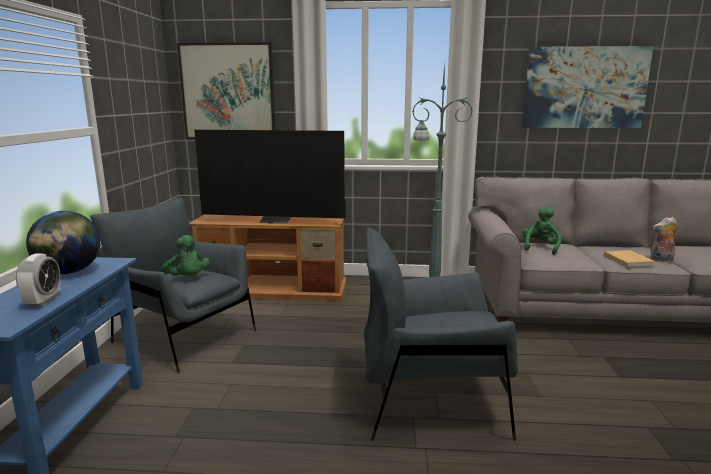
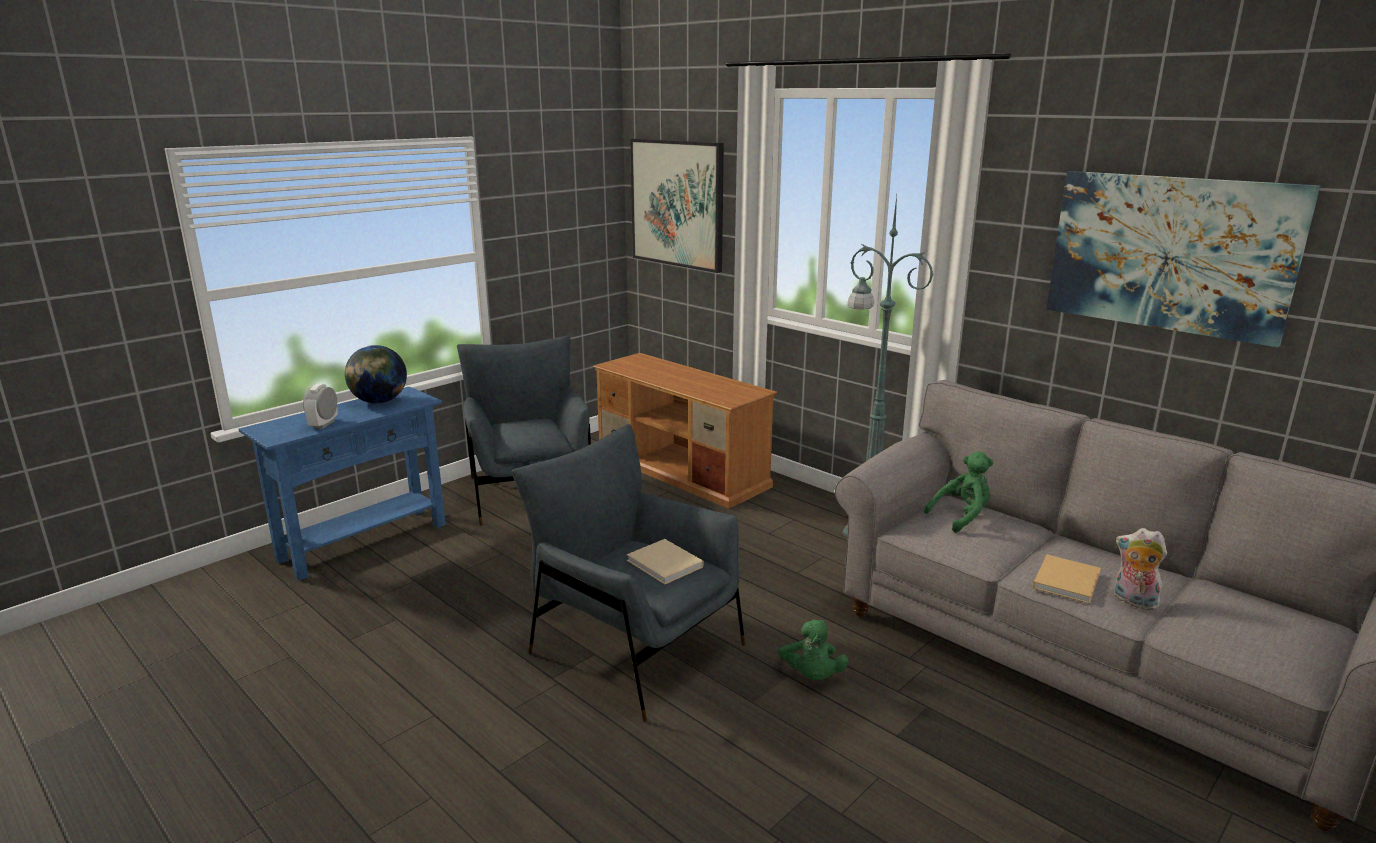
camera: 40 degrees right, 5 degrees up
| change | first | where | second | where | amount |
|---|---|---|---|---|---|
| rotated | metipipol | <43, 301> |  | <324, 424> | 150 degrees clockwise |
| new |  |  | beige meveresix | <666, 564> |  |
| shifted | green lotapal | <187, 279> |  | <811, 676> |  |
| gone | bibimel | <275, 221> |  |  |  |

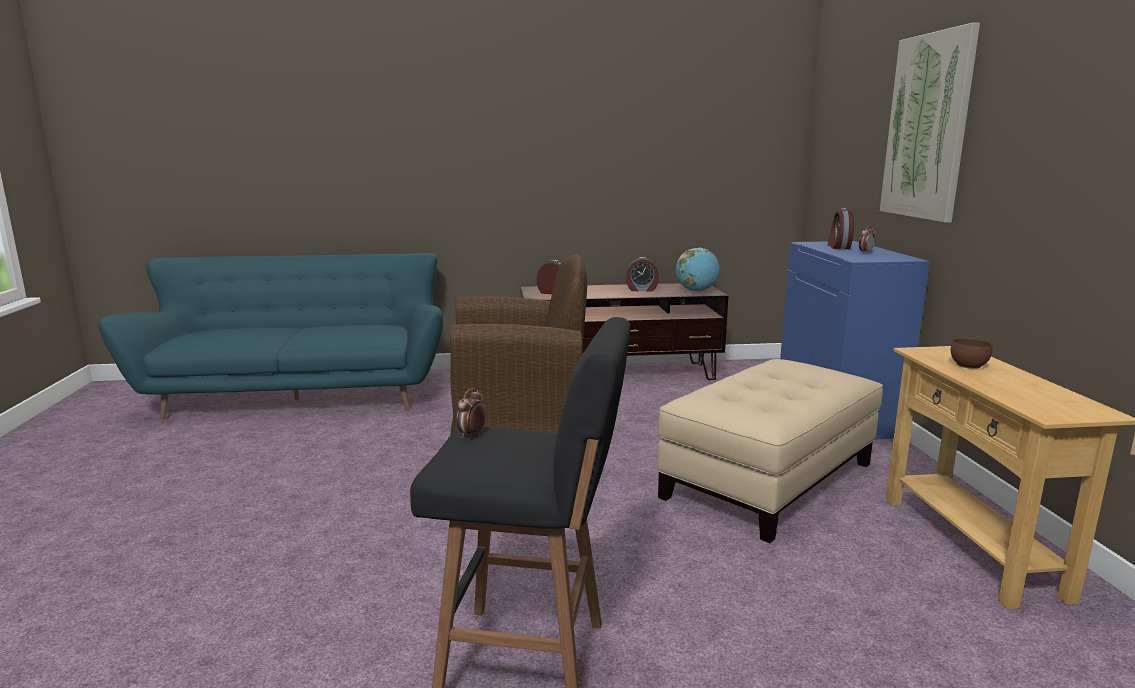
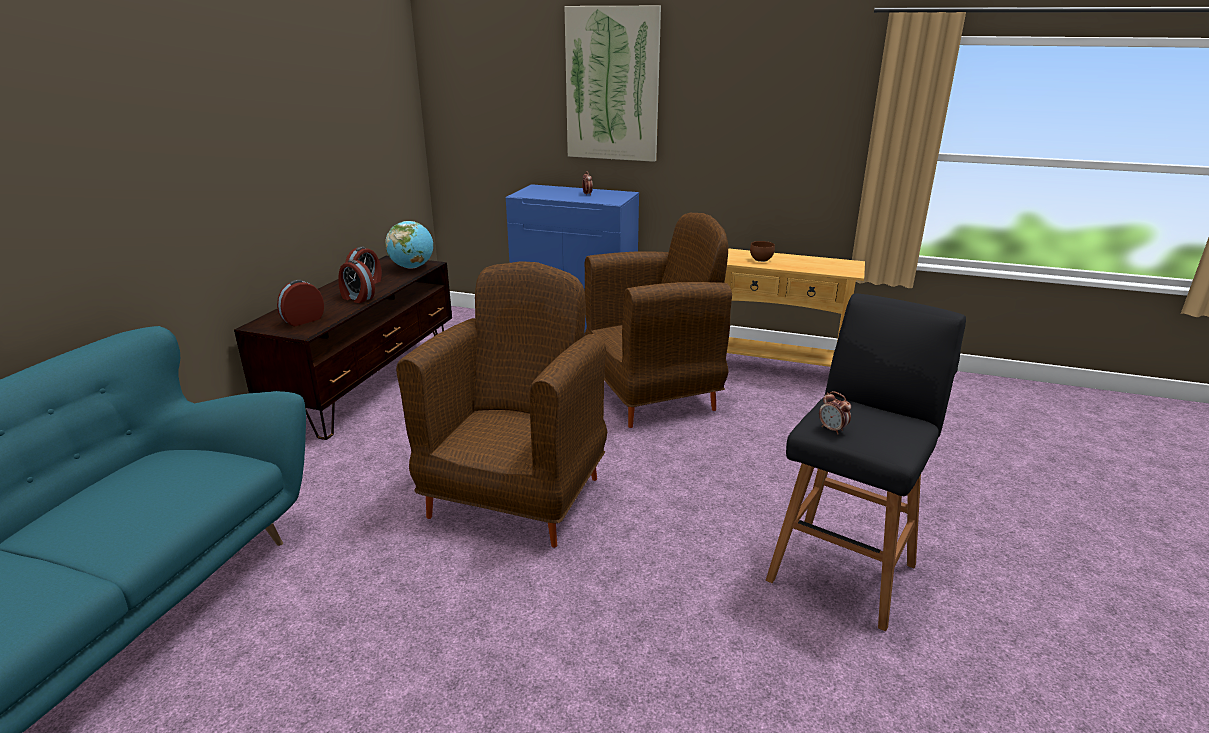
camera: 65 degrees left, 10 degrees up
| change | first | where | second | where | amount |
|---|---|---|---|---|---|
| shifted | metipipol | <838, 247> |  | <357, 298> |  |
| swapped | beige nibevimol | <770, 481> | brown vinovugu | <653, 394> |  |

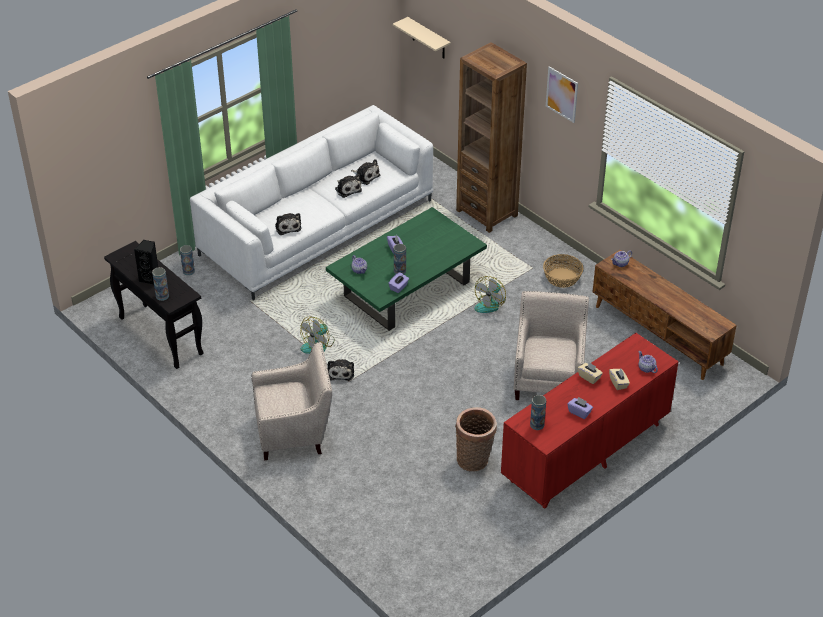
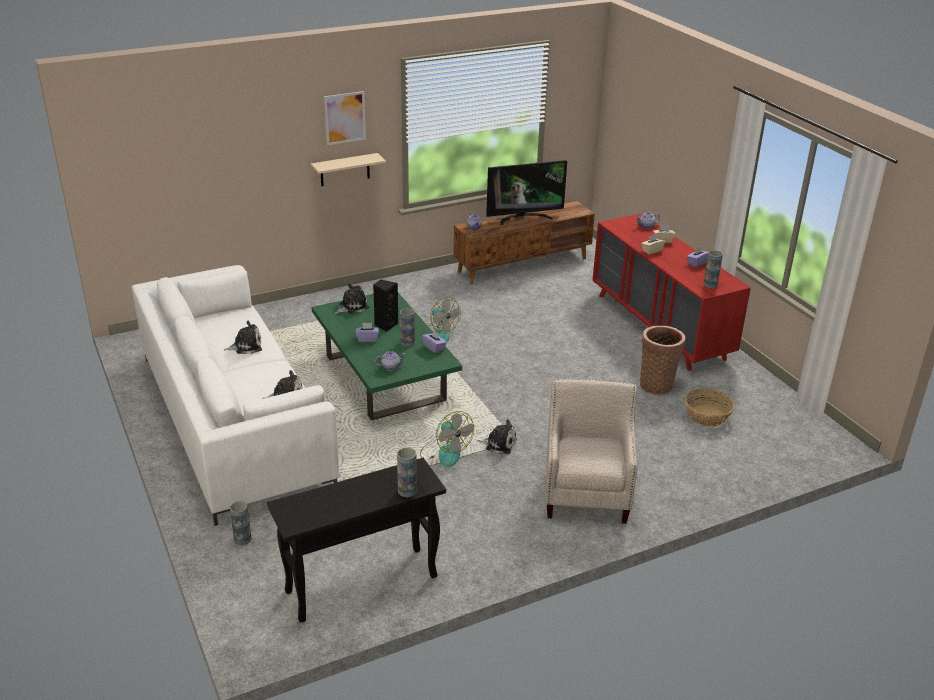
camera: 75 degrees left, 10 degrees down
| change | first | where | second | where | amount |
|---|---|---|---|---|---|
| shifted | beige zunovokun | <428, 39> |  | <345, 170> |  |
| shifted | lotapal | <365, 176> |  | <352, 306> |  |
| shifted | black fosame | <150, 279> |  | <385, 325> |  |
| new |  |  | bibimel | <523, 218> |  |
| shifted | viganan | <562, 278> |  | <707, 416> |  |
| gone | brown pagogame | <487, 213> |  |  |  |
| gone | beige vinovugu | <549, 379> |  |  |  |

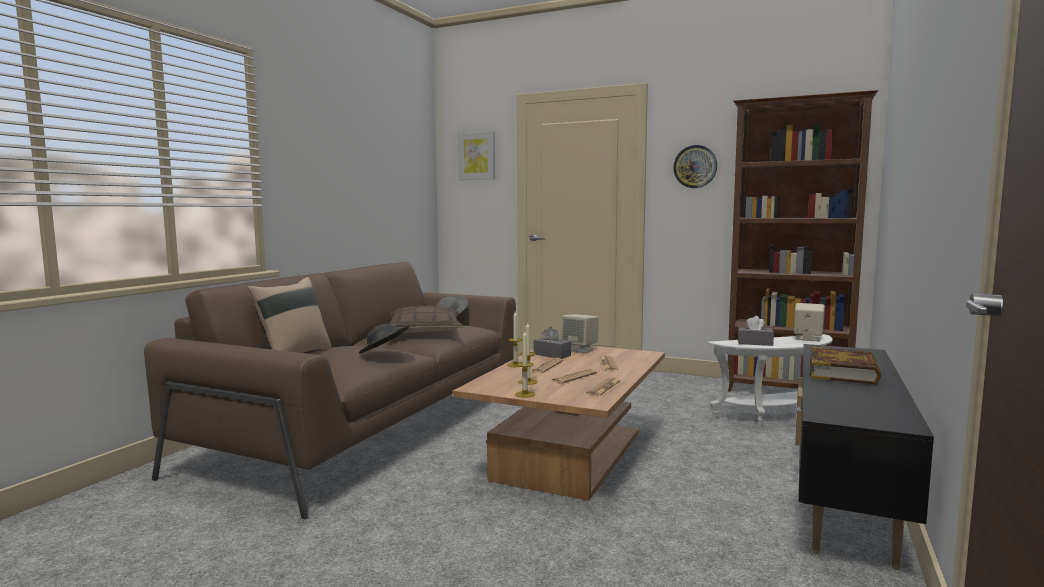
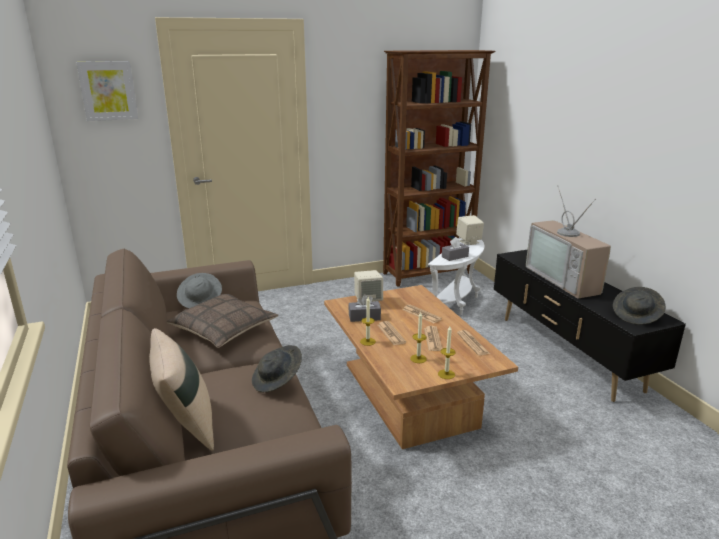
camera: 45 degrees left, 15 degrees up
| change | first | where | second | where | amount |
|---|---|---|---|---|---|
| swapped | meveresix | <843, 372> | bibimel | <566, 279> |  |
| new |  |  | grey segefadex | <637, 316> |  |
| gone | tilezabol | <695, 166> |  |  |  |

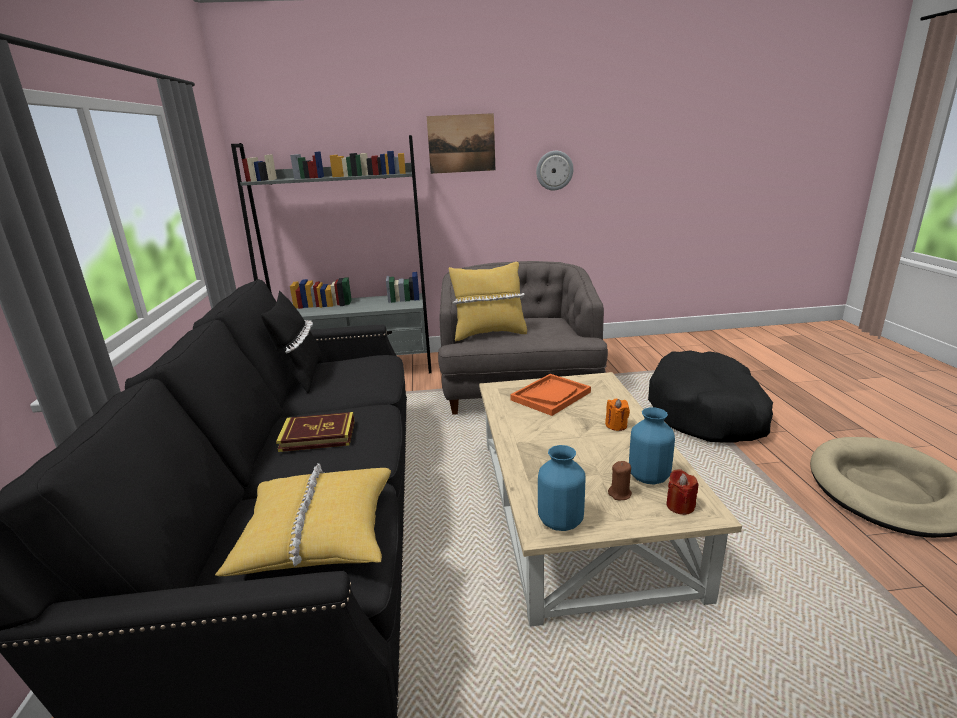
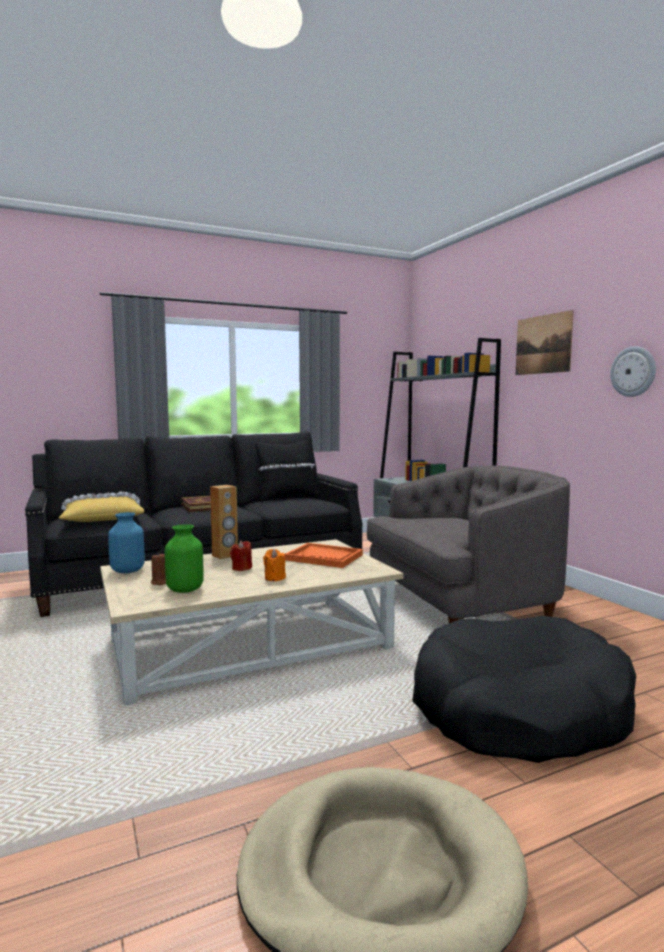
camera: 70 degrees right, 15 degrees down
| change | first | where | second | where | amount |
|---|---|---|---|---|---|
| repainted | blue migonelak | <649, 477> | green migonelak | <184, 589> |  |
| new |  |  | brown fosame | <225, 556> |  |
| shifted | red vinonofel | <680, 506> |  | <241, 568> |  |
| gone | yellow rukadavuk | <489, 334> |  |  |  |

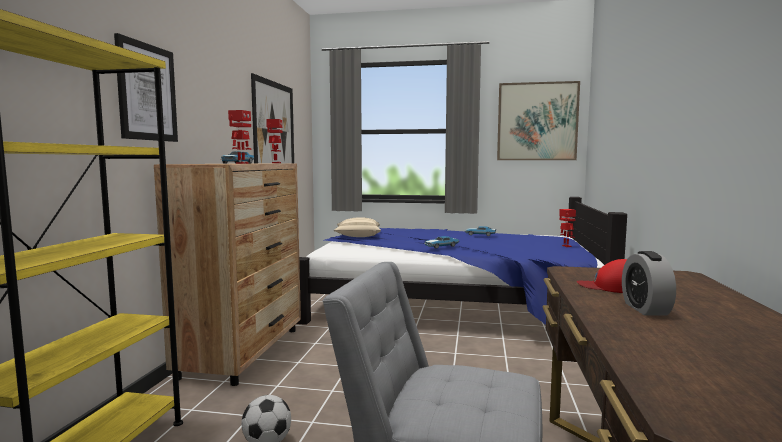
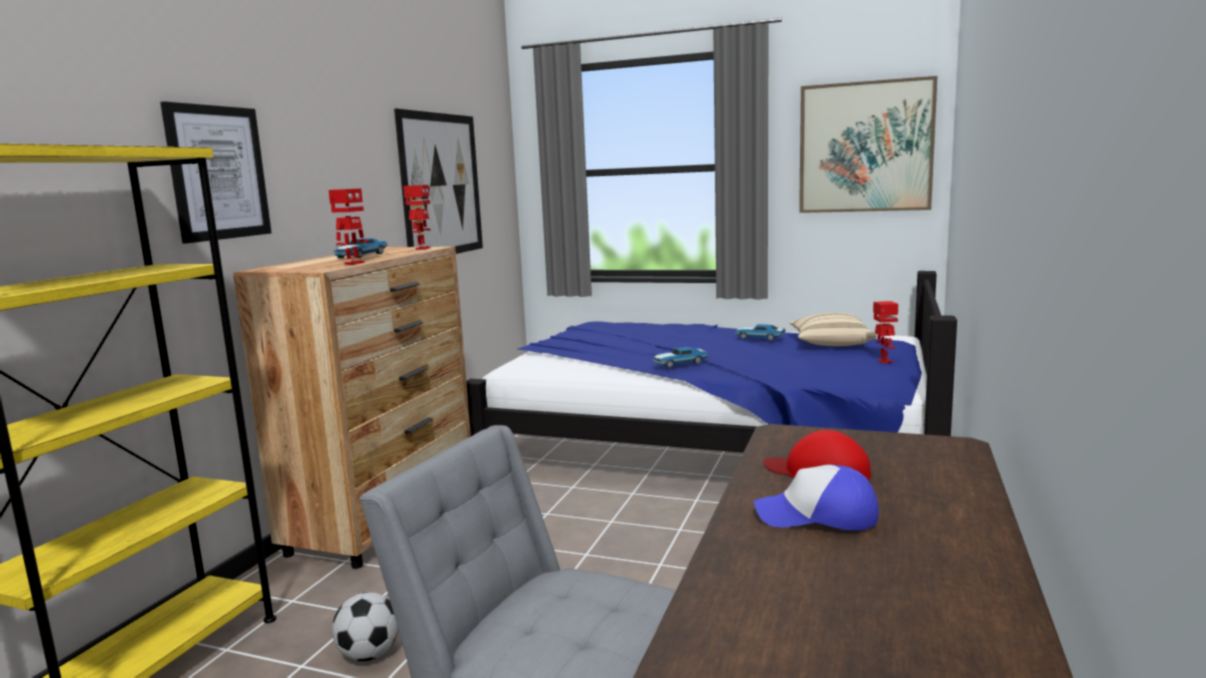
camera: 10 degrees right, 5 degrees up
| change | first | where | second | where | amount |
|---|---|---|---|---|---|
| swapped | metipipol | <645, 309> | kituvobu | <817, 516> |  |
| shifted | beige rukadavuk | <357, 236> |  | <830, 344> |  |

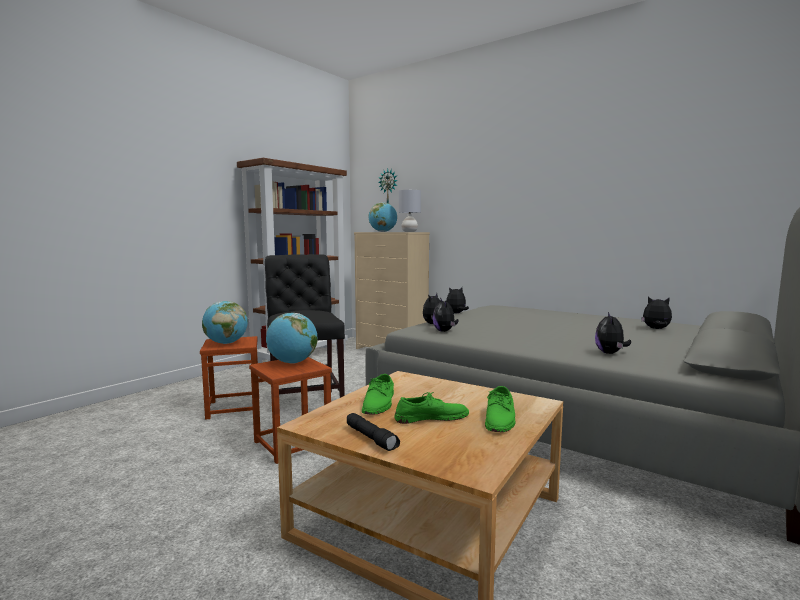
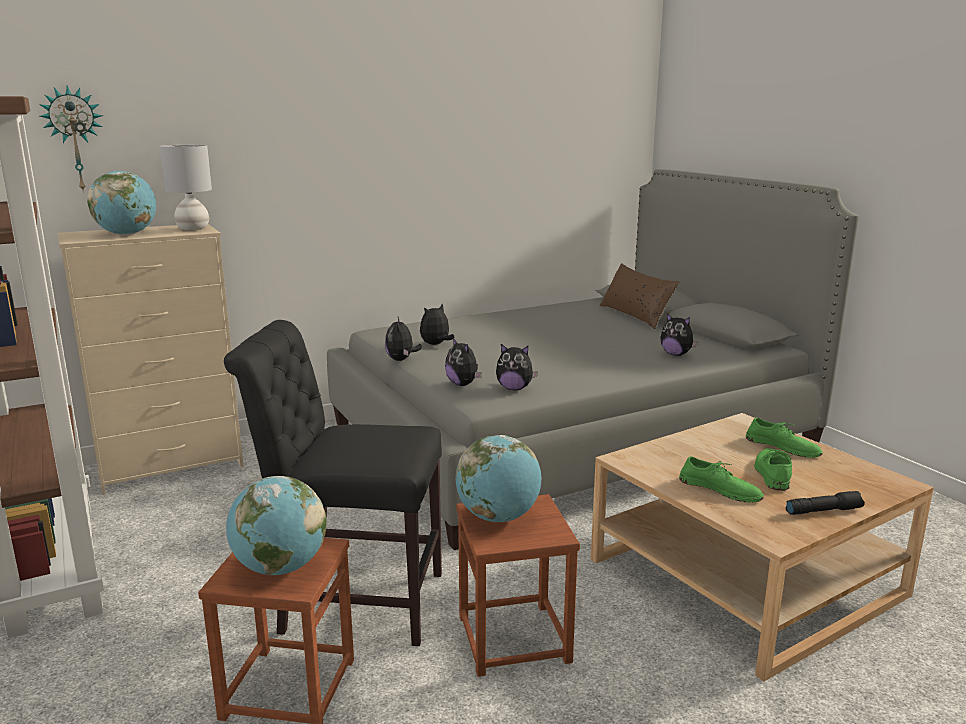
camera: 65 degrees left, 10 degrees up
| change | first | where | second | where | amount |
|---|---|---|---|---|---|
| shifted | lotapal | <656, 329> |  | <436, 344> |  |
| new |  |  | brown rukadavuk | <636, 315> |  |

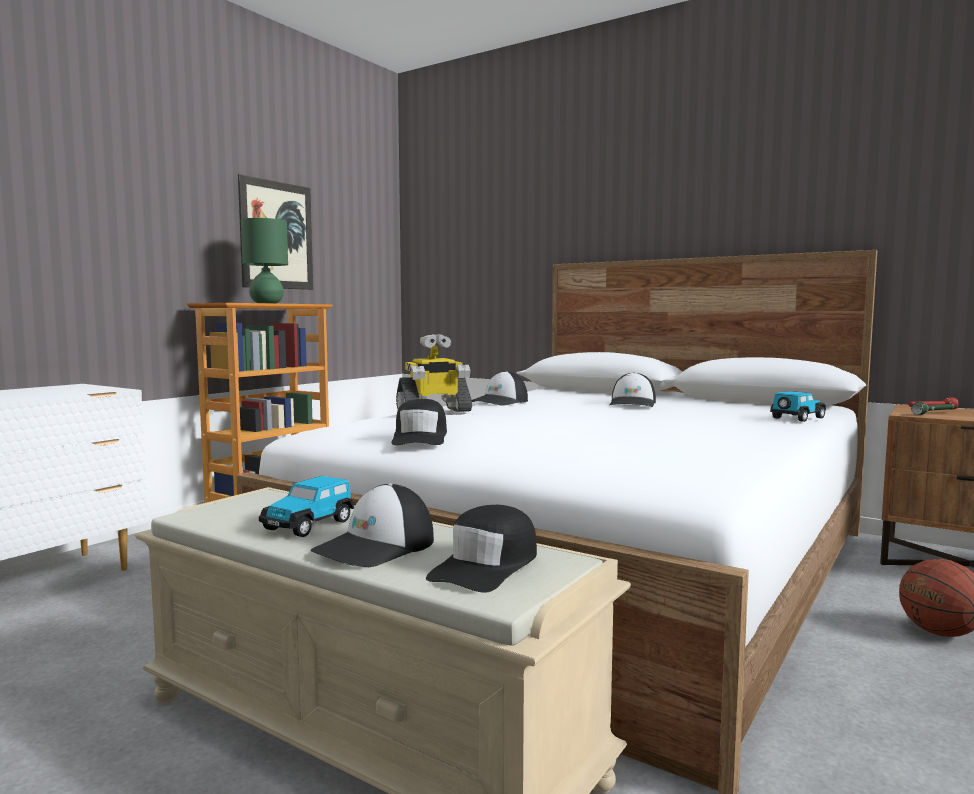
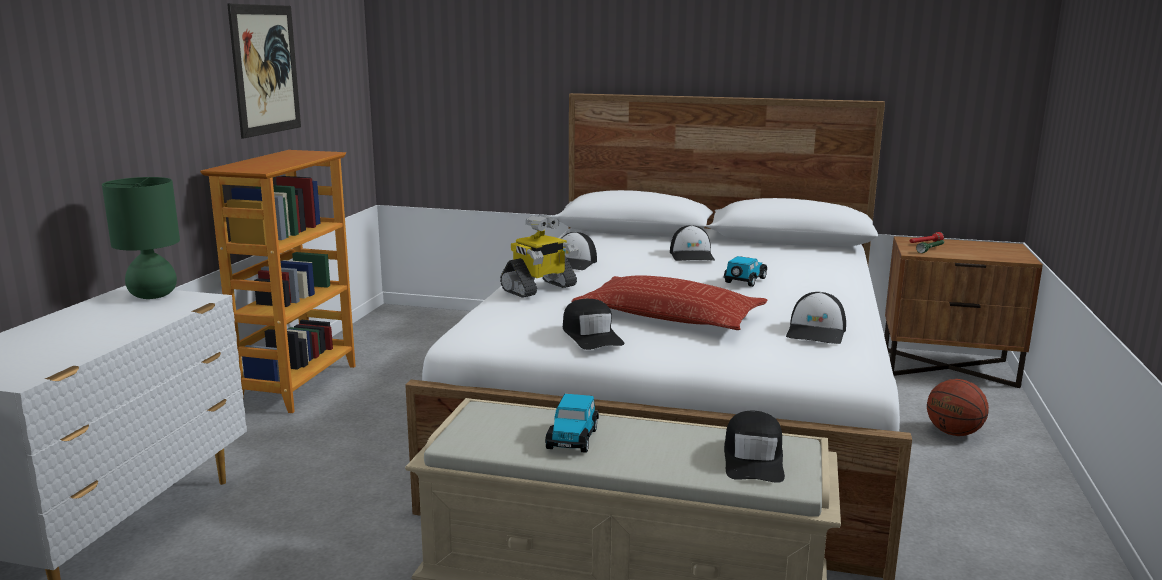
camera: 20 degrees left, 10 degrees up
| change | first | where | second | where | amount |
|---|---|---|---|---|---|
| shifted | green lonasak | <266, 303> |  | <152, 295> |  |
| new |  |  | rukadavuk | <669, 315> |  |
| shifted | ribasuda | <797, 418> |  | <745, 281> |  |
| shifted | kituvobu | <376, 547> |  | <816, 332> |  |

